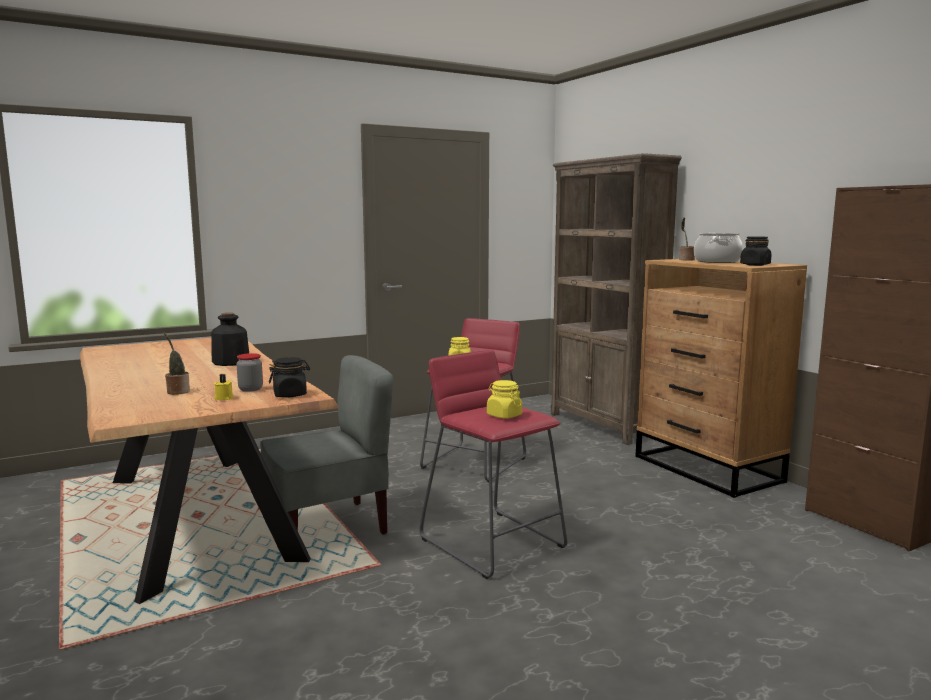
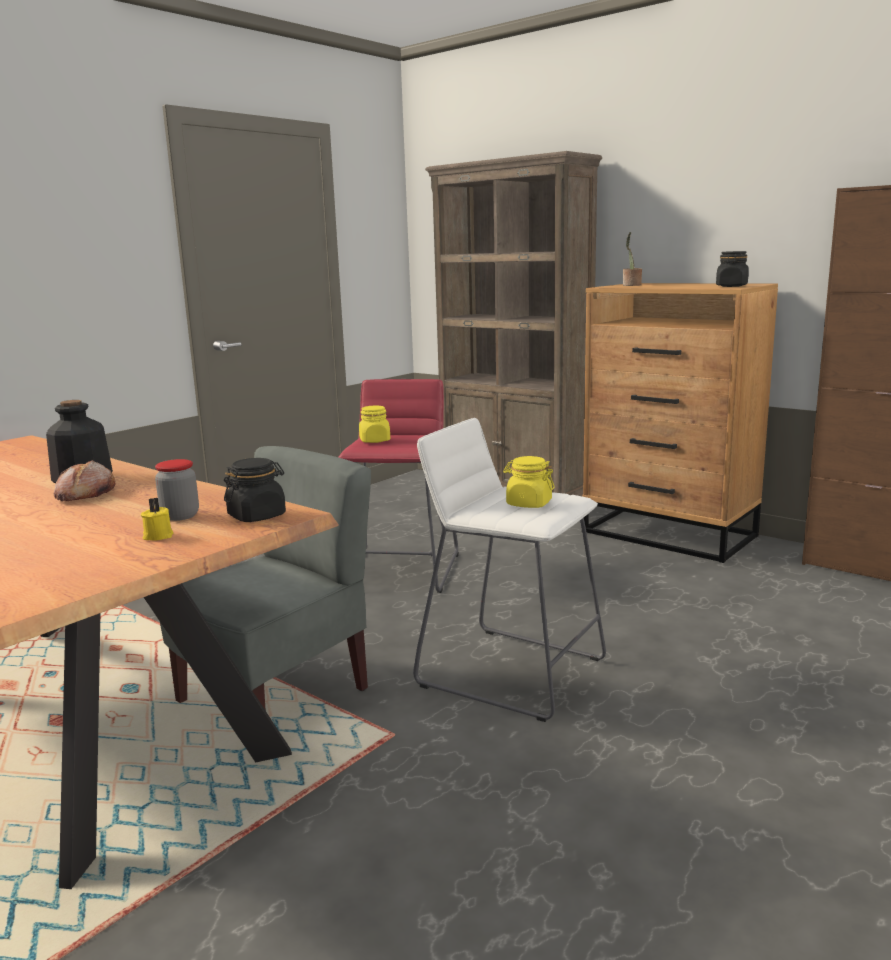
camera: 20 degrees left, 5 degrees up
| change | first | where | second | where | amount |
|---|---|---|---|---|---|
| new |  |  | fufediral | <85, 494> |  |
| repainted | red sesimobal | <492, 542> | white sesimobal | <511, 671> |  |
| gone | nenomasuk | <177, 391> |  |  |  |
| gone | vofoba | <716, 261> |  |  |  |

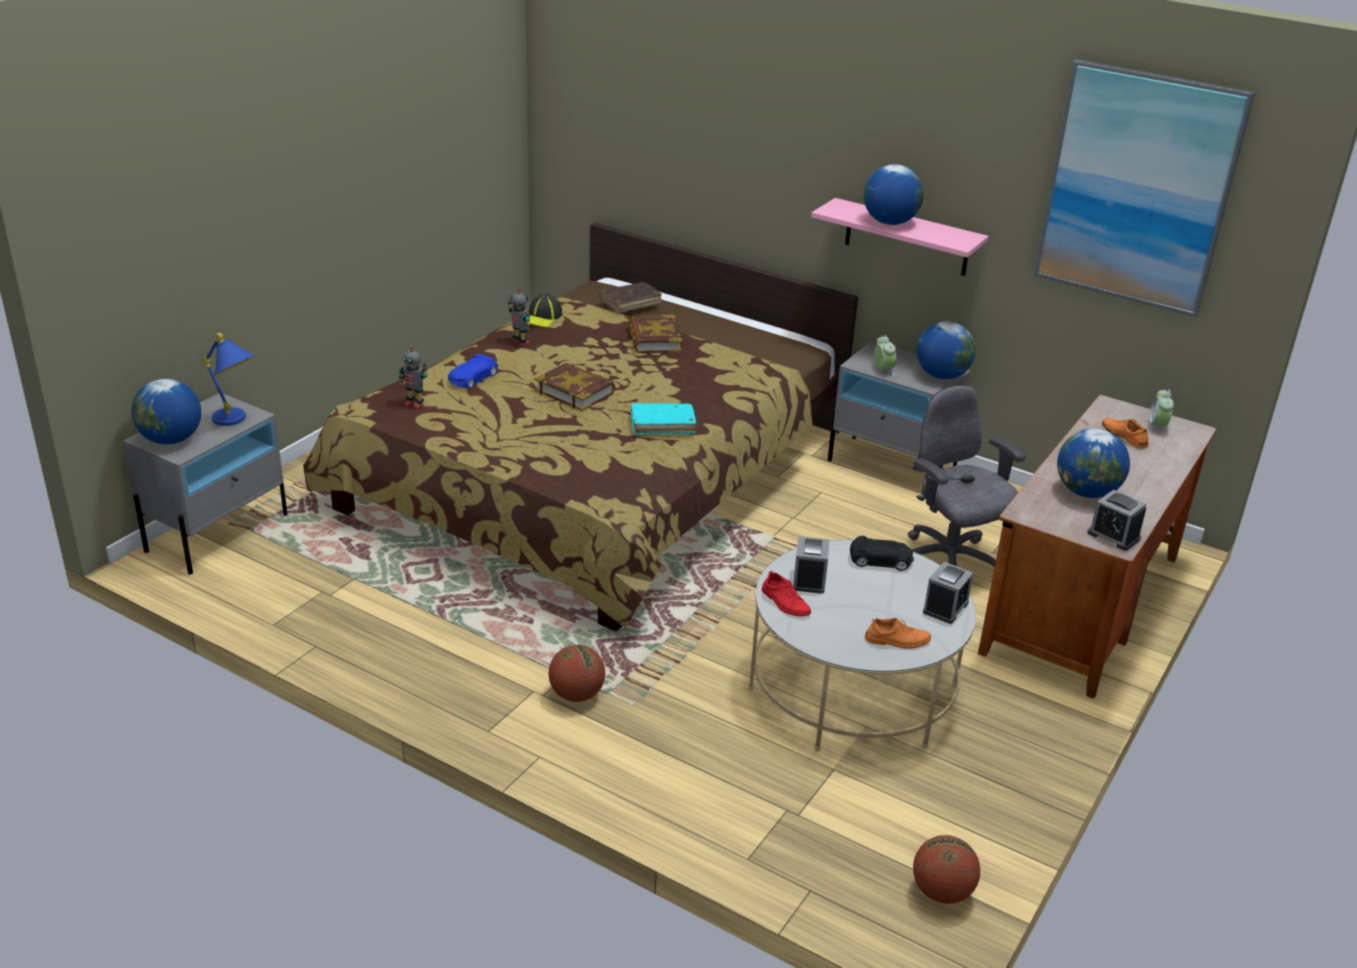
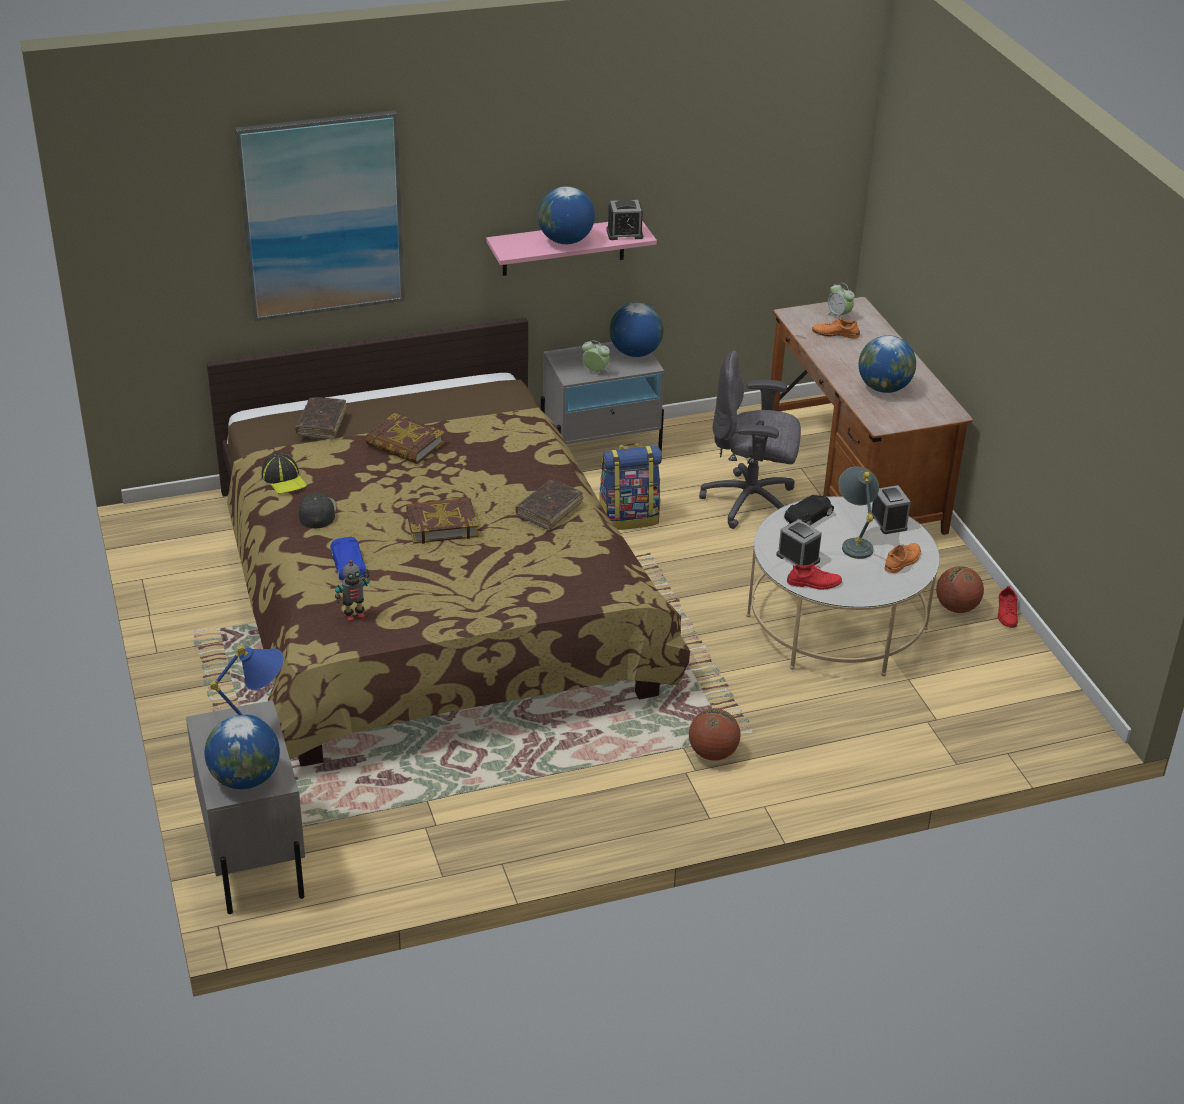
camera: 50 degrees left, 5 degrees up
| change | first | where | second | where | amount |
|---|---|---|---|---|---|
| shifted | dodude | <1138, 188> |  | <322, 216> |  |
| swapped | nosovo | <520, 343> | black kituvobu | <317, 512> |  |
| repainted | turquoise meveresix | <662, 425> | brown meveresix | <549, 510> |  |
| new |  |  | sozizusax | <628, 518> |  |
| shifted | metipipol | <1113, 536> |  | <624, 233> |  |
| new |  |  | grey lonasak | <854, 542> |  |
| shifted | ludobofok | <941, 892> |  | <956, 607> |  |
| new |  |  | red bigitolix | <1007, 613> |  |

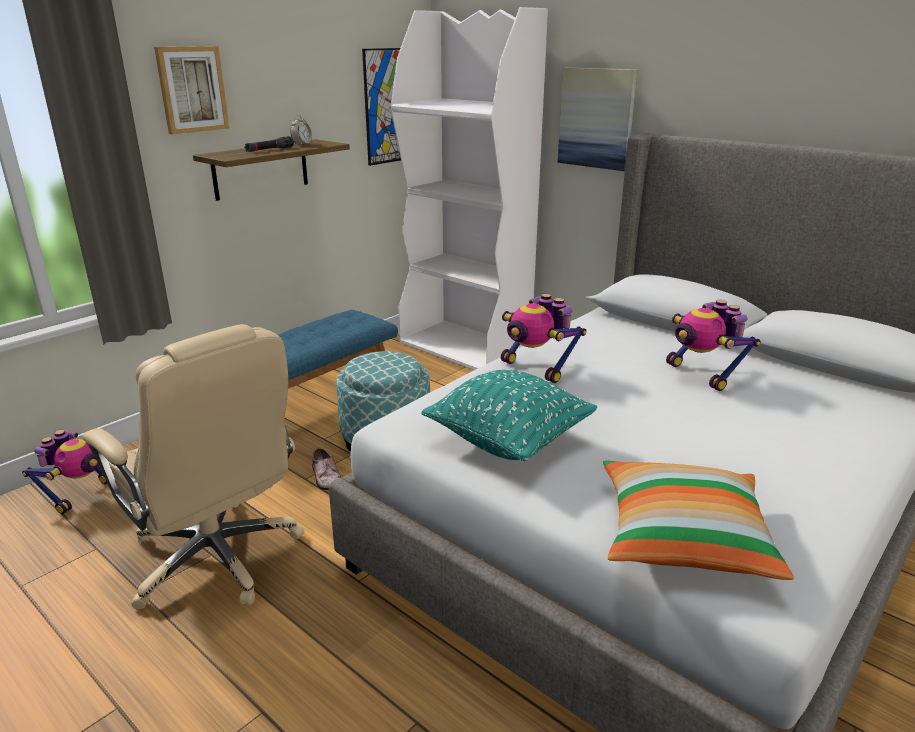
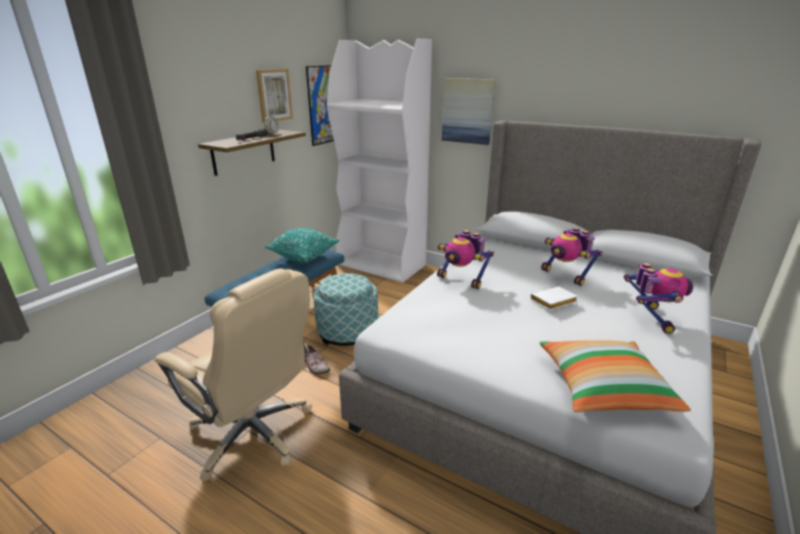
camera: 10 degrees left, 0 degrees up
| change | first | where | second | where | amount |
|---|---|---|---|---|---|
| shifted | dodude | <192, 89> |  | <273, 95> |  |
| shifted | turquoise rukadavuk | <508, 441> |  | <304, 257> |  |
| new |  |  | white meveresix | <553, 302> |  |
| shifted | nosovo | <80, 494> |  | <650, 318> |  |

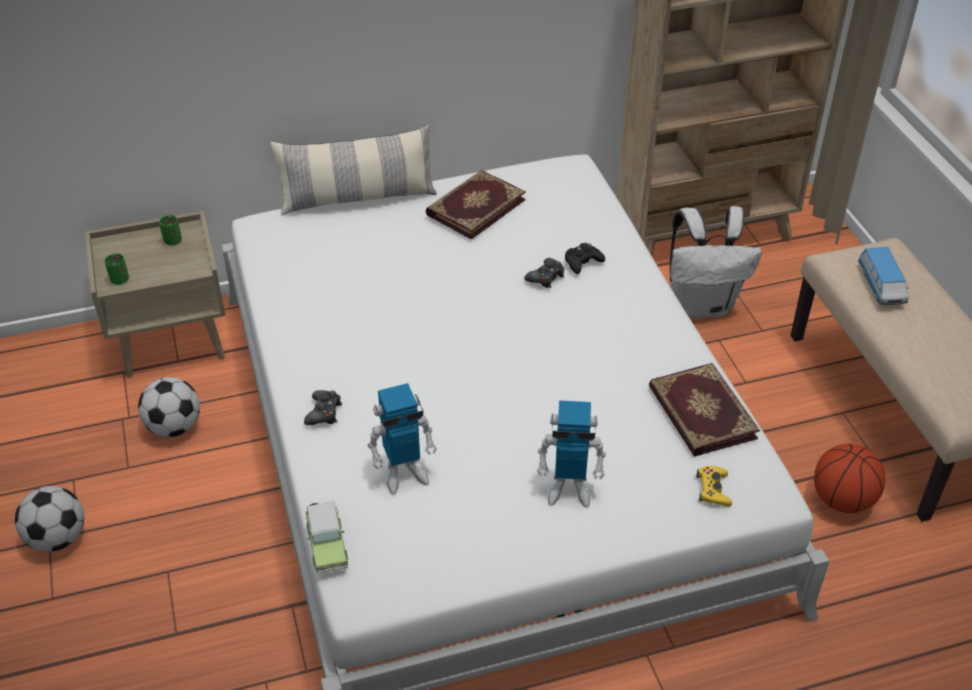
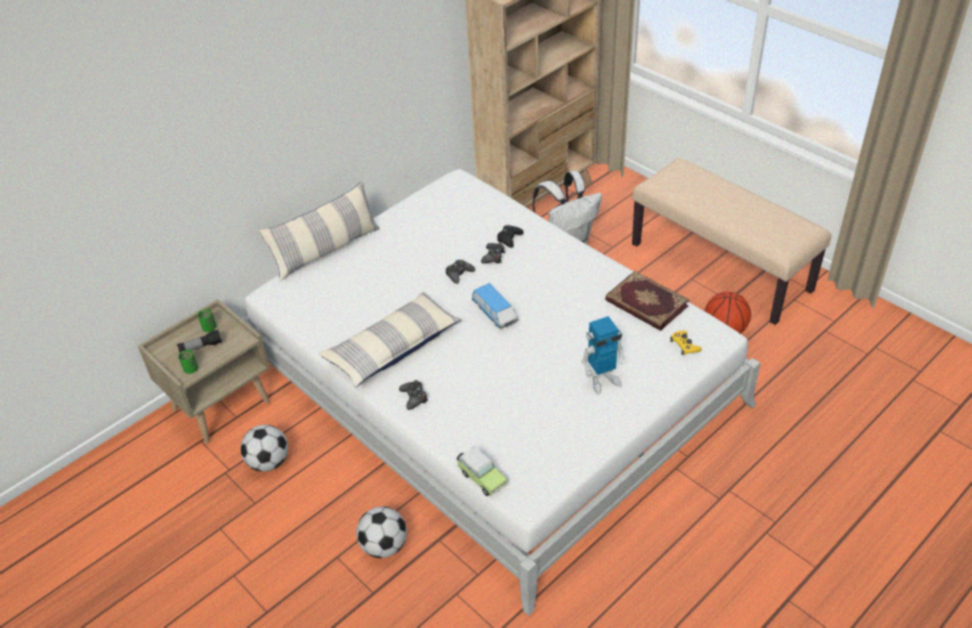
camera: 25 degrees left, 0 degrees up
| change | first | where | second | where | amount |
|---|---|---|---|---|---|
| new |  |  | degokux | <201, 347> |  |
| new |  |  | rukadavuk | <393, 348> |  |
| shifted | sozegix | <57, 538> |  | <384, 546> |  |
| new |  |  | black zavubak | <459, 274> |  |
| shifted | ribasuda | <880, 286> |  | <495, 313> |  |
| gone | nosovo | <404, 473> |  |  |  |
| gone | meveresix | <474, 207> |  |  |  |

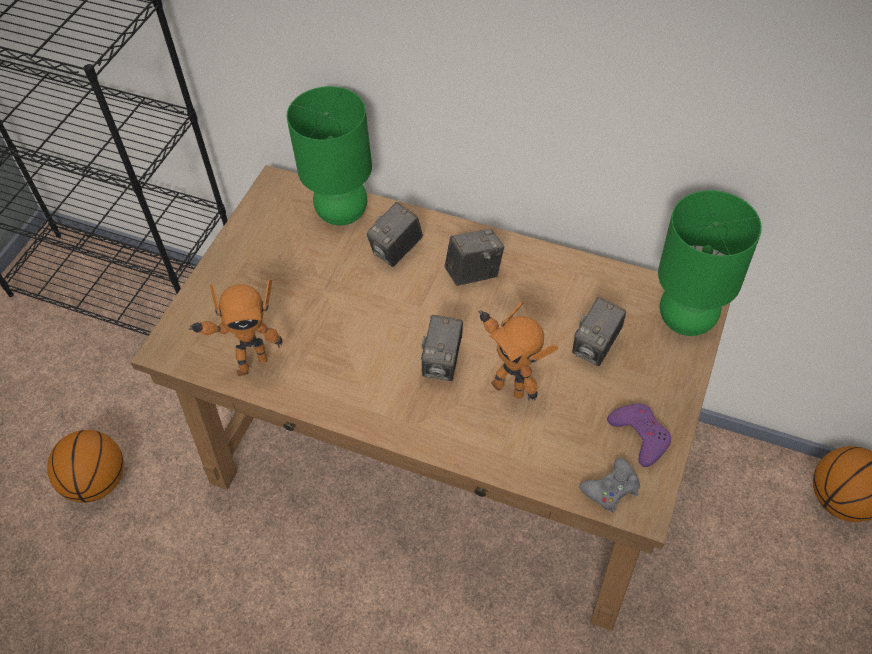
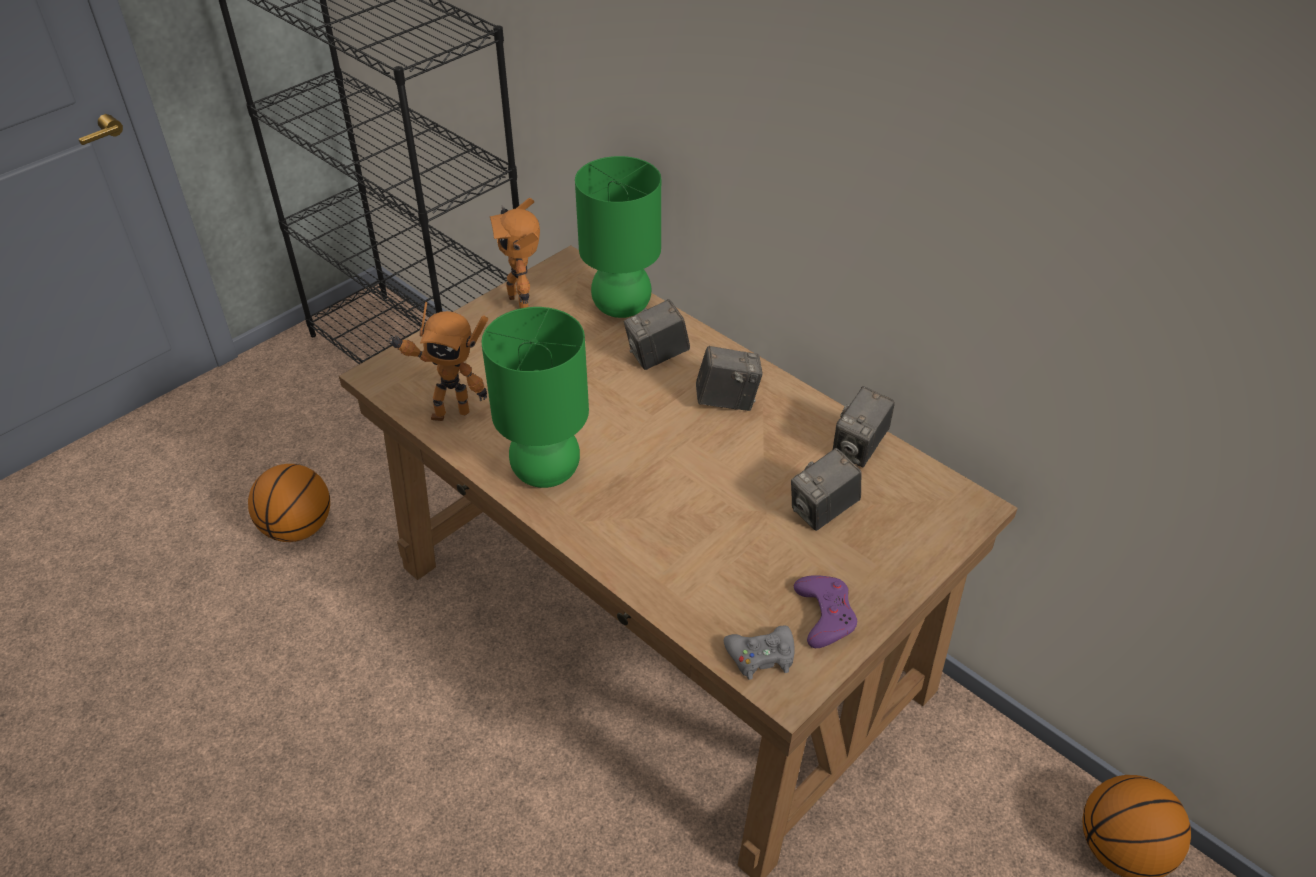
camera: 20 degrees right, 10 degrees down
| change | first | where | second | where | amount |
|---|---|---|---|---|---|
| shifted | green lonasak | <687, 318> |  | <547, 471> |  |
| shifted | nosovo | <510, 386> |  | <522, 300> |  |
| shifted | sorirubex | <442, 363> |  | <859, 449> |  |

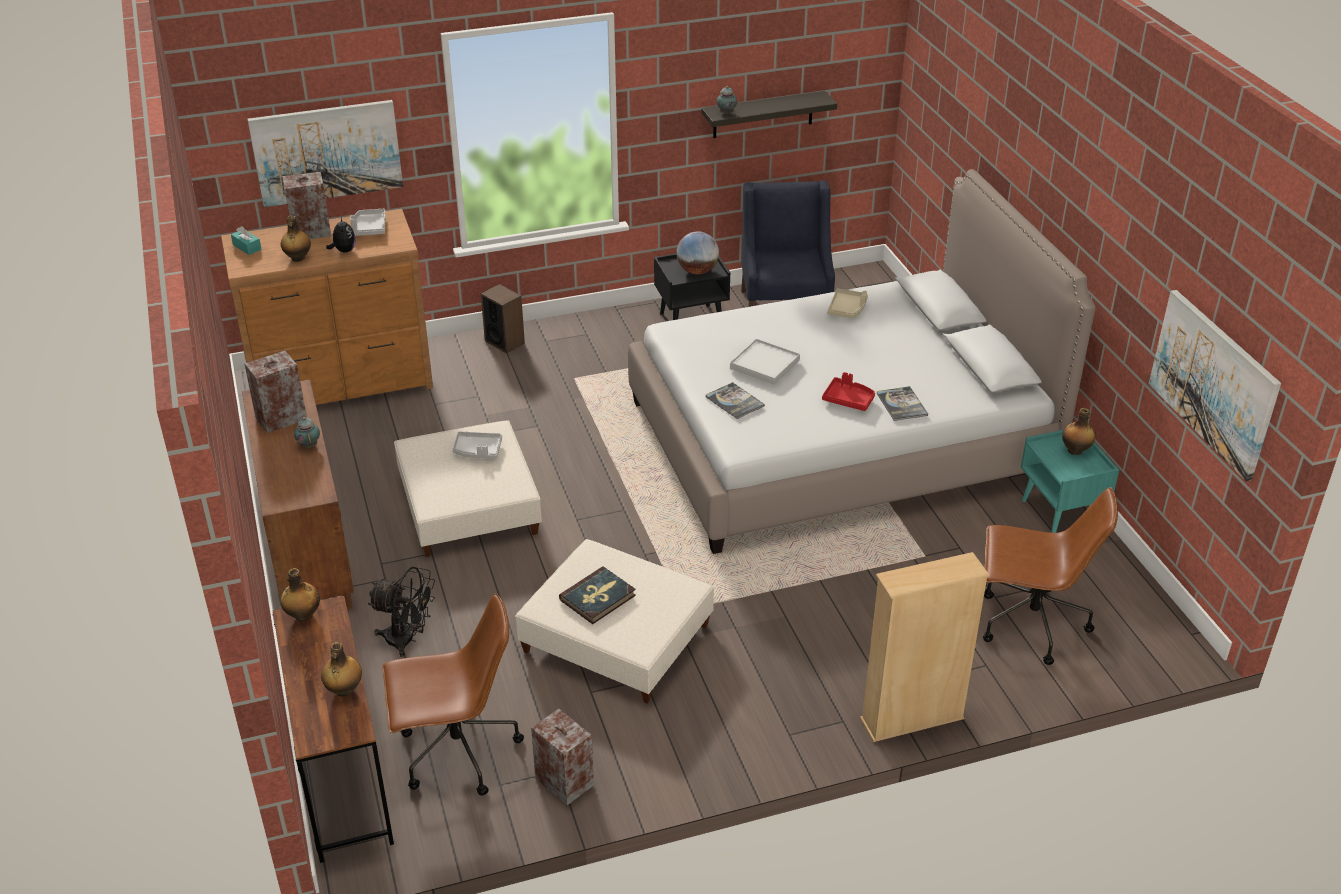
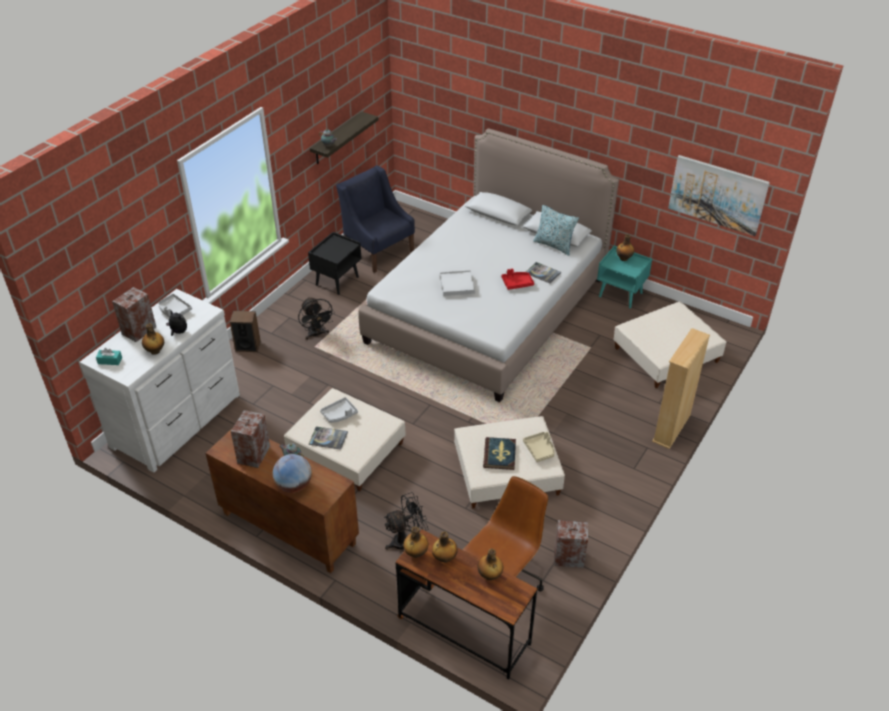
camera: 40 degrees left, 5 degrees up
| change | first | where | second | where | amount |
|---|---|---|---|---|---|
| repainted | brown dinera | <342, 382> | white dinera | <178, 421> |  |
| shifted | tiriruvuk | <697, 271> |  | <294, 485> |  |
| new |  |  | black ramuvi | <316, 334> |  |
| shifted | meveresix | <734, 401> |  | <328, 438> |  |
| new |  |  | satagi | <444, 558> |  |
| shifted | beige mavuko | <847, 309> |  | <540, 450> |  |
| new |  |  | rukadavuk | <554, 245> |  |
| swapped | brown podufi | <1029, 624> | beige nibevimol | <666, 355> |  |
| gone | dodude | <327, 152> |  |  |  |

